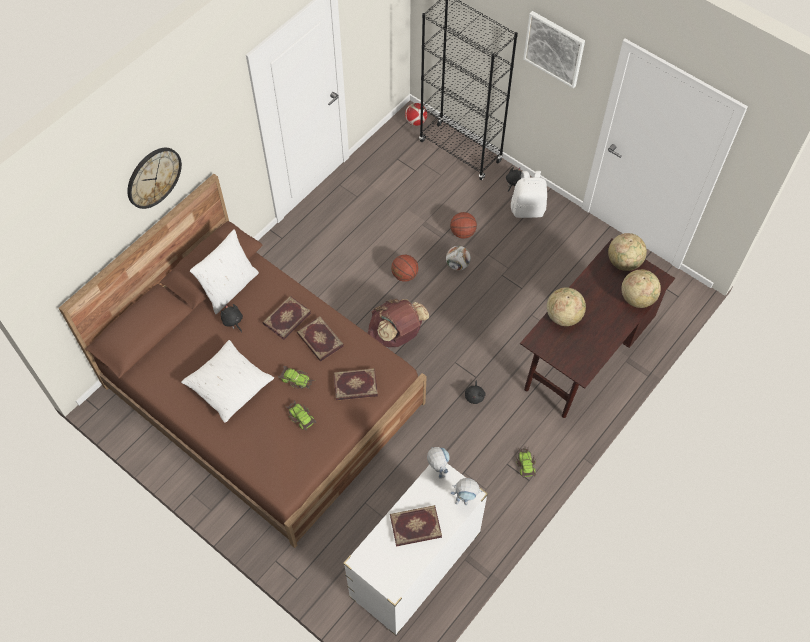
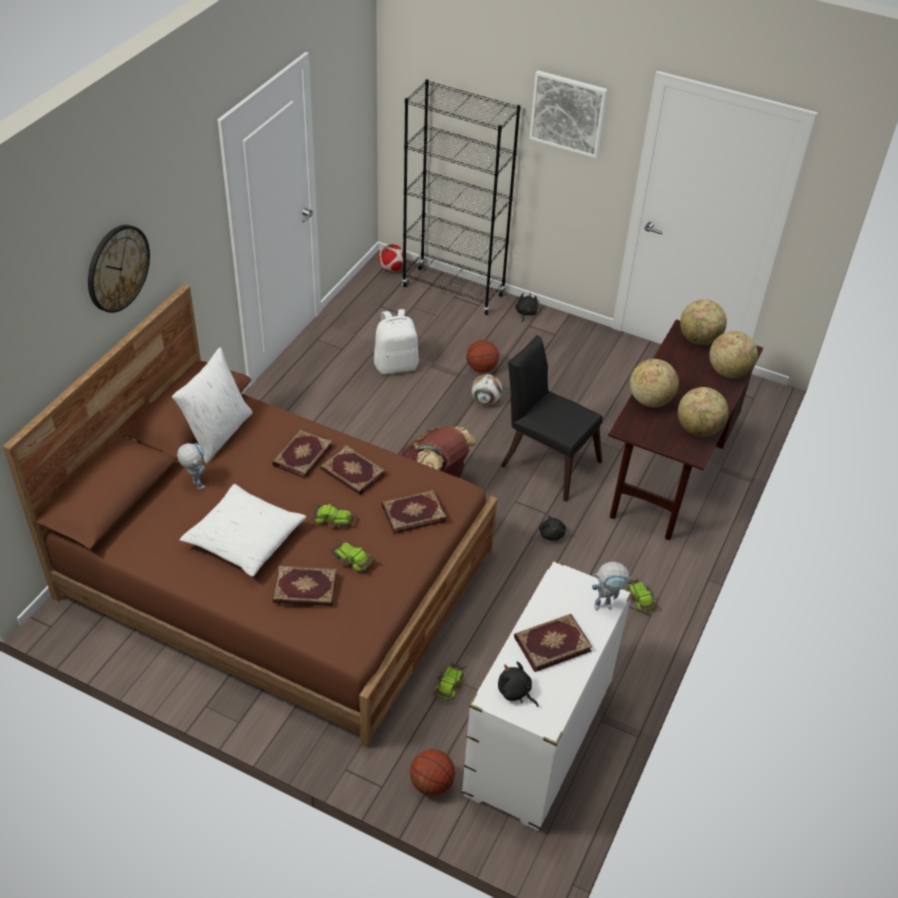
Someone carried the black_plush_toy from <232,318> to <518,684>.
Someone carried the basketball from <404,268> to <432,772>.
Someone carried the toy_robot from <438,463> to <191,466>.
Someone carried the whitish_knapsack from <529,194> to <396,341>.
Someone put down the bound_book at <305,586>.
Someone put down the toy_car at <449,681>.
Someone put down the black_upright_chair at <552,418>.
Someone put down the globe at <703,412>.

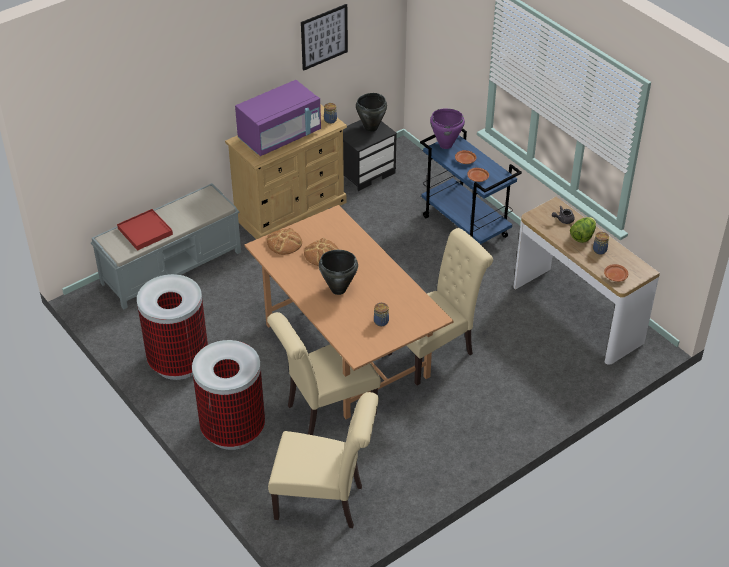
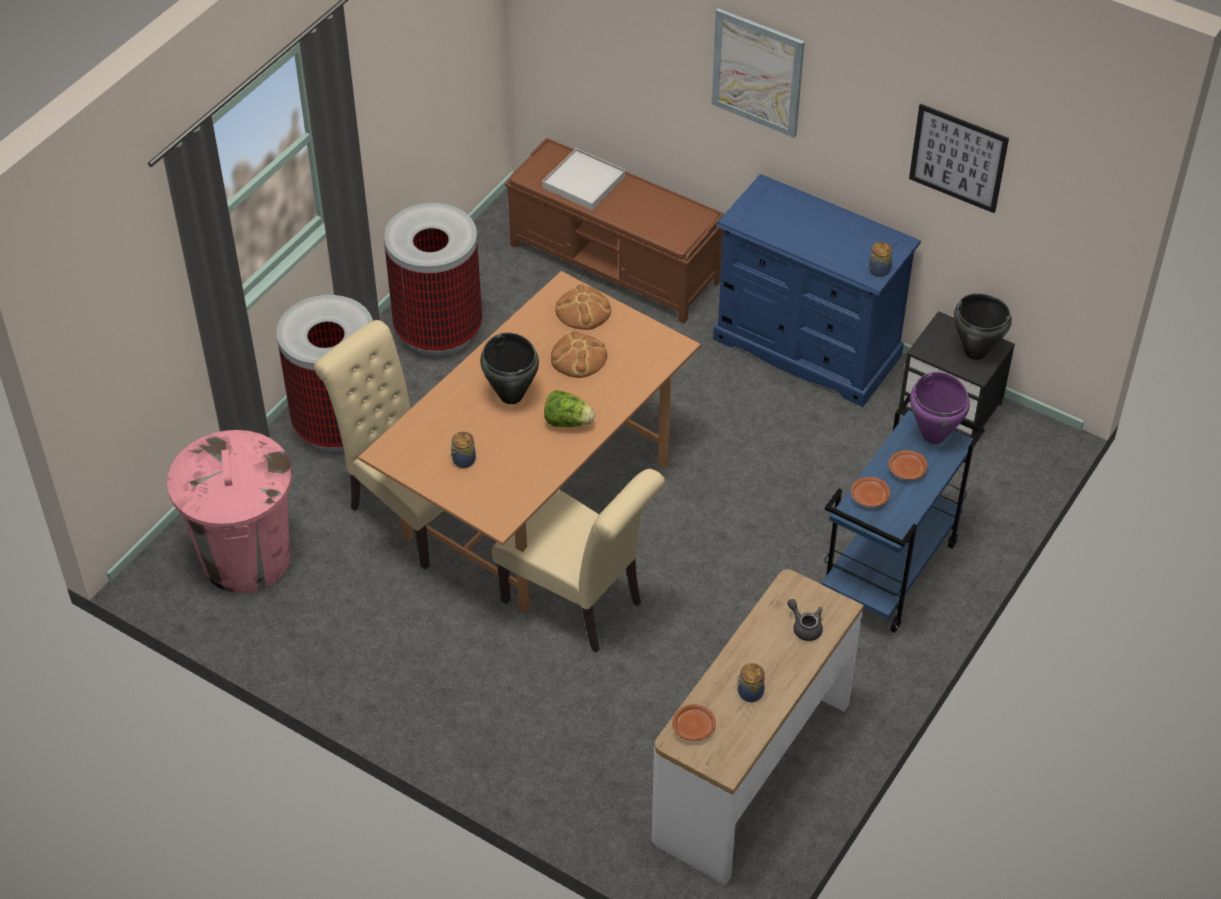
Someone repainted the greyish_long_seat at <166,246>, which became the brown_long_seat at <614,230>.
Someone repainted the reddish_serving_tray at <145,230>, which became the whitish_serving_tray at <584,179>.
Someone repainted the beige-coloured_dresser at <286,171>, which became the bluish_dresser at <817,290>.
Someone took away the purple-coloured_microwave_oven at <278,118>.
Someone swapped the beige-coloured_upright_chair at <323,460> for the pink-coloured_rubbish_bin at <229,511>.
Someone carried the lettuce from <583,230> to <569,408>.
Someone put up the picture at <757,73>.

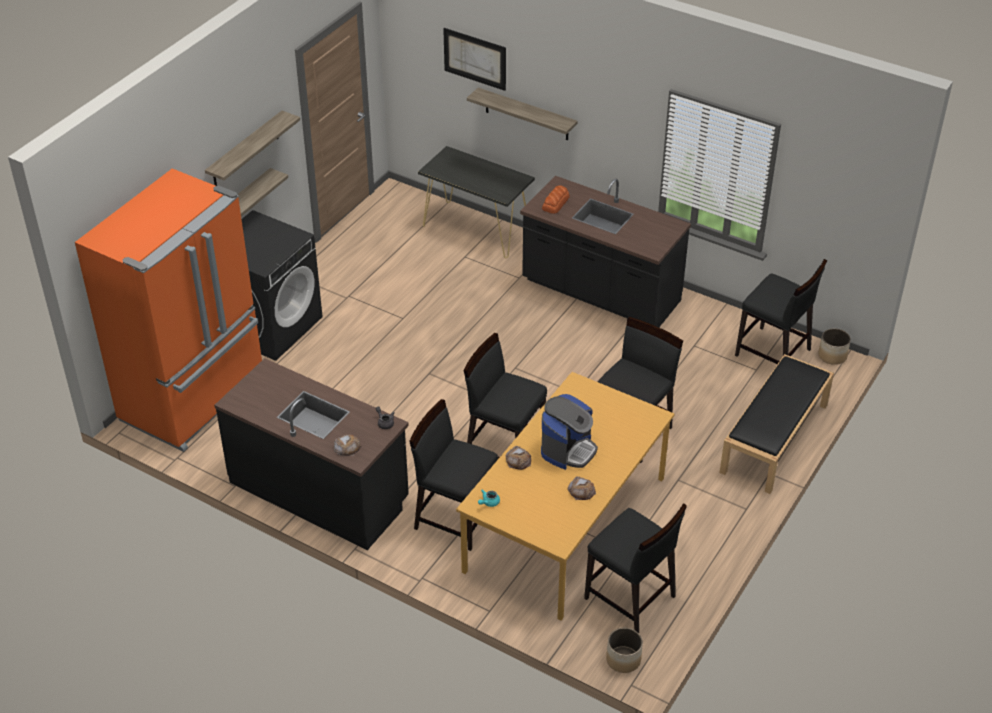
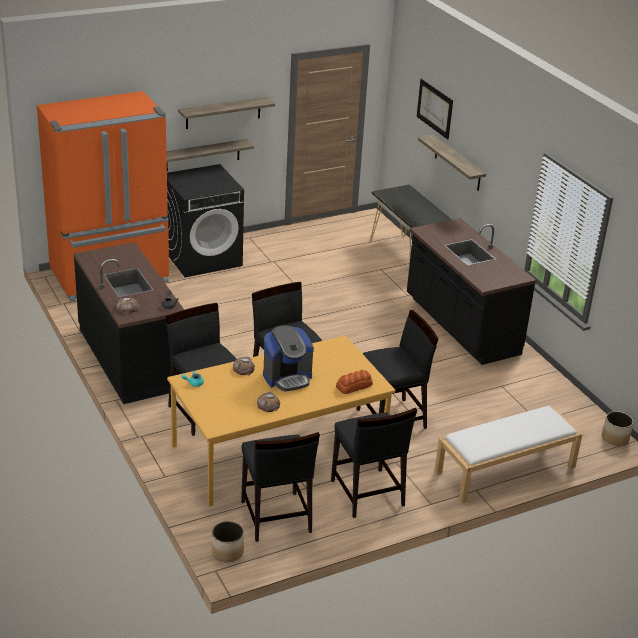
Someone carried the bread from <556,199> to <354,382>.
Someone repainted the black_long_seat at <776,424>, which became the whitish_long_seat at <508,454>.
Someone carried the black_upright_chair from <781,311> to <374,463>.

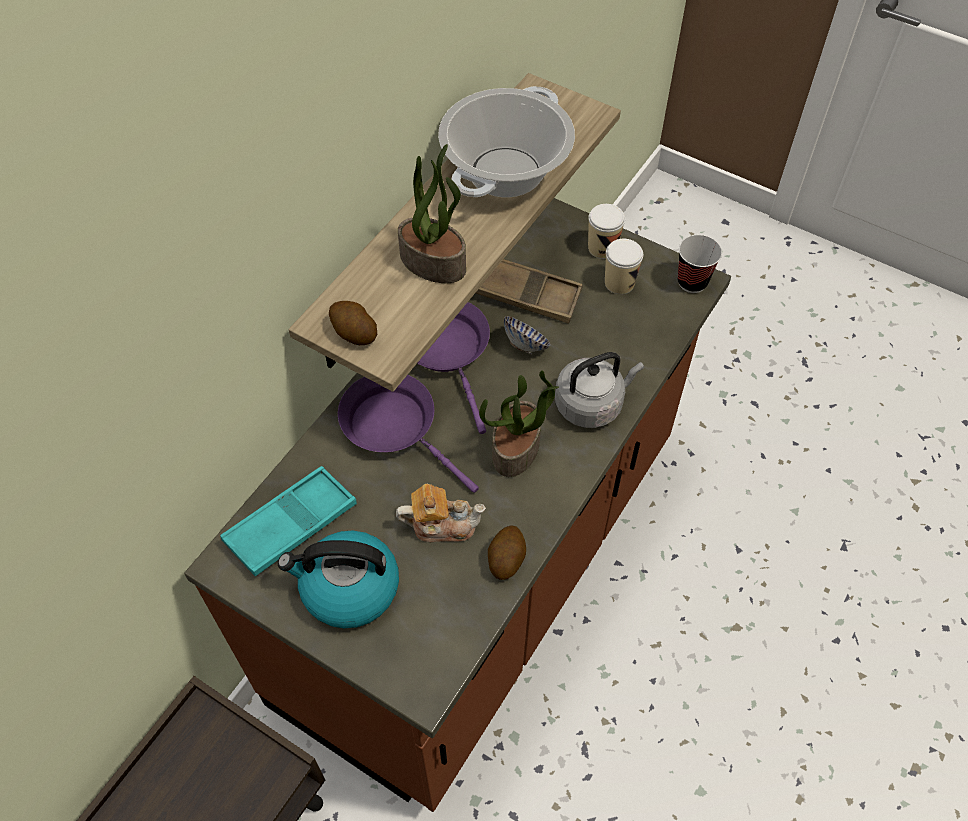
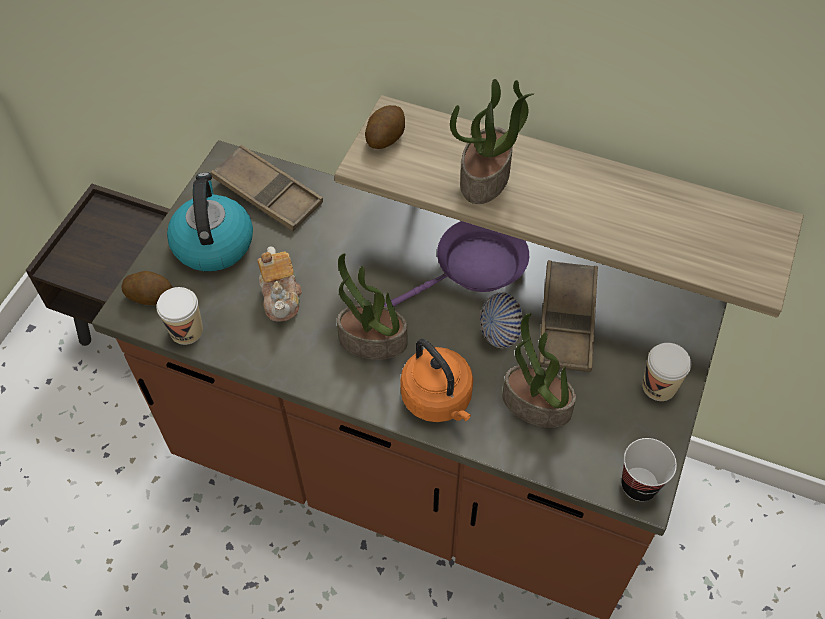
Someone repainted the turquoise-coloured_serving_tray at <288,521>, which became the brown_serving_tray at <267,188>.
Someone took away the purple-coloured_pan at <408,434>.
Someone took away the stockpot at <506,142>.
Someone carried the potato from <507,552> to <146,288>.
Someone repainted the greyish_kettle at <599,390>, which became the orange-coloured_kettle at <436,380>.
Someone carried the cup from <624,267> to <179,316>.
Someone put down the plant_in_a_pot at <539,370>.

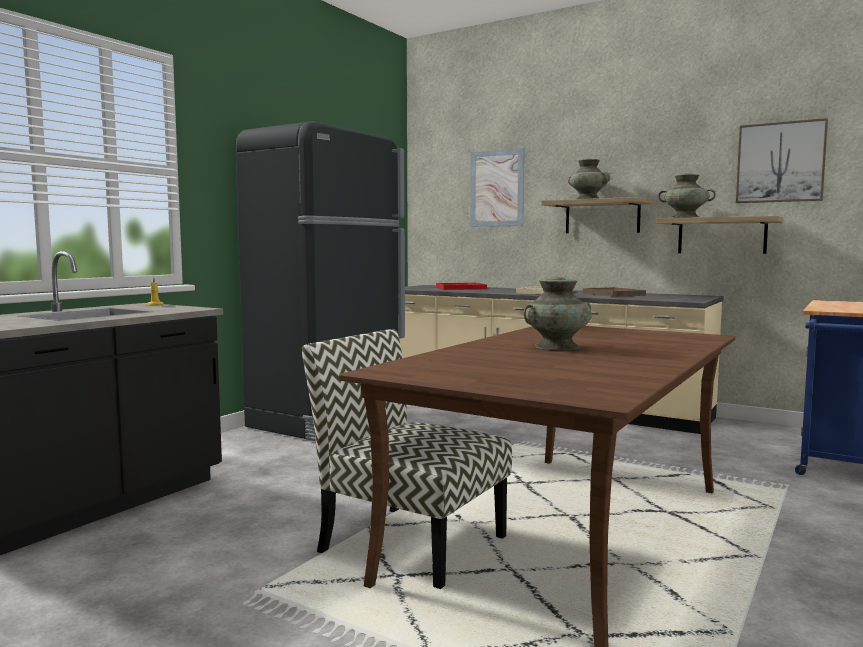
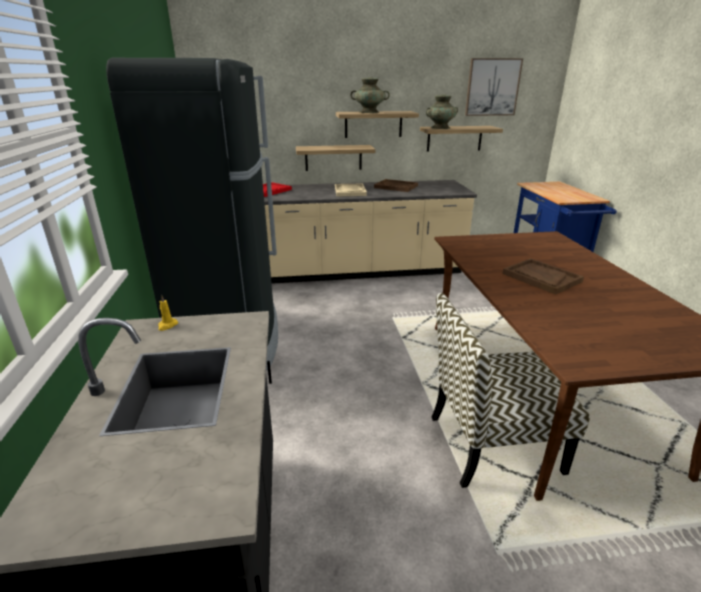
Someone took away the picture at <497,187>.
Someone swapped the turquoise-coloured_vase at <557,313> for the brown_serving_tray at <543,276>.
Someone put up the wall_shelf at <336,158>.

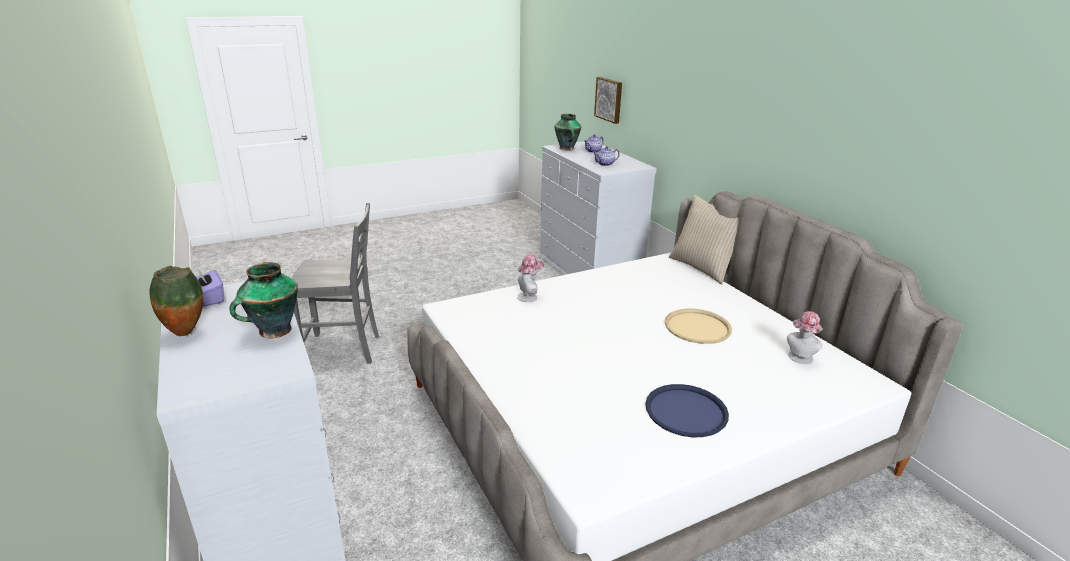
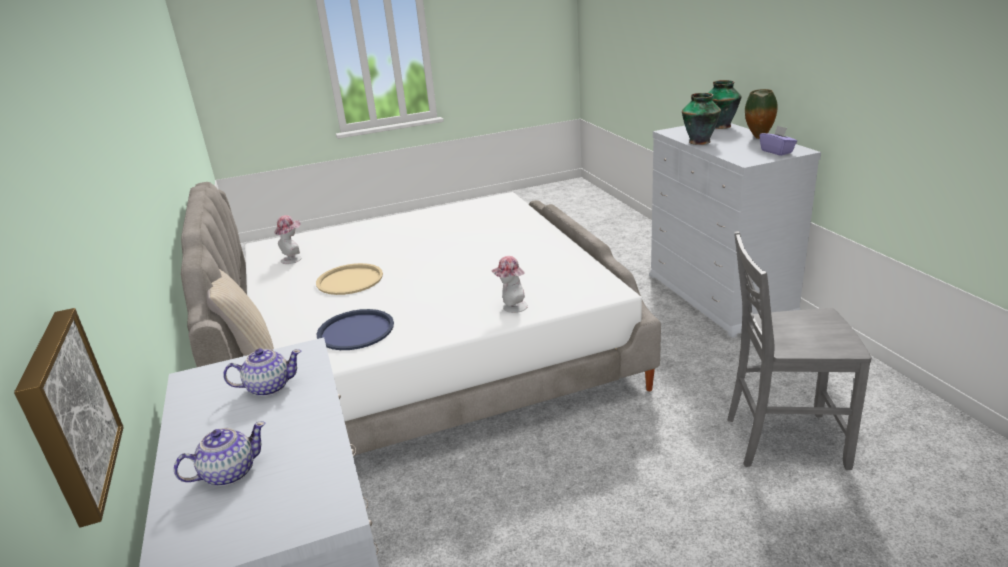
Someone carried the vase from <567,132> to <725,104>.
Someone carried the bluish_serving_tray from <687,410> to <355,329>.

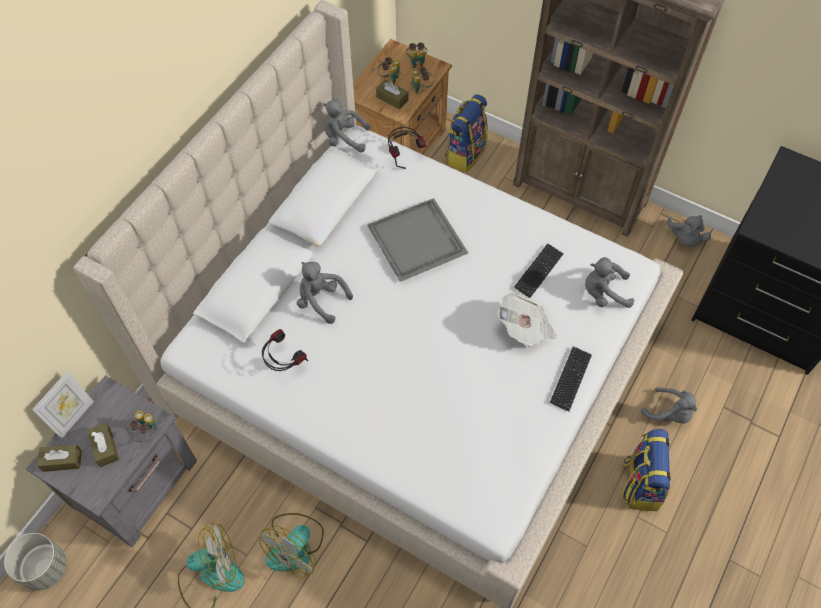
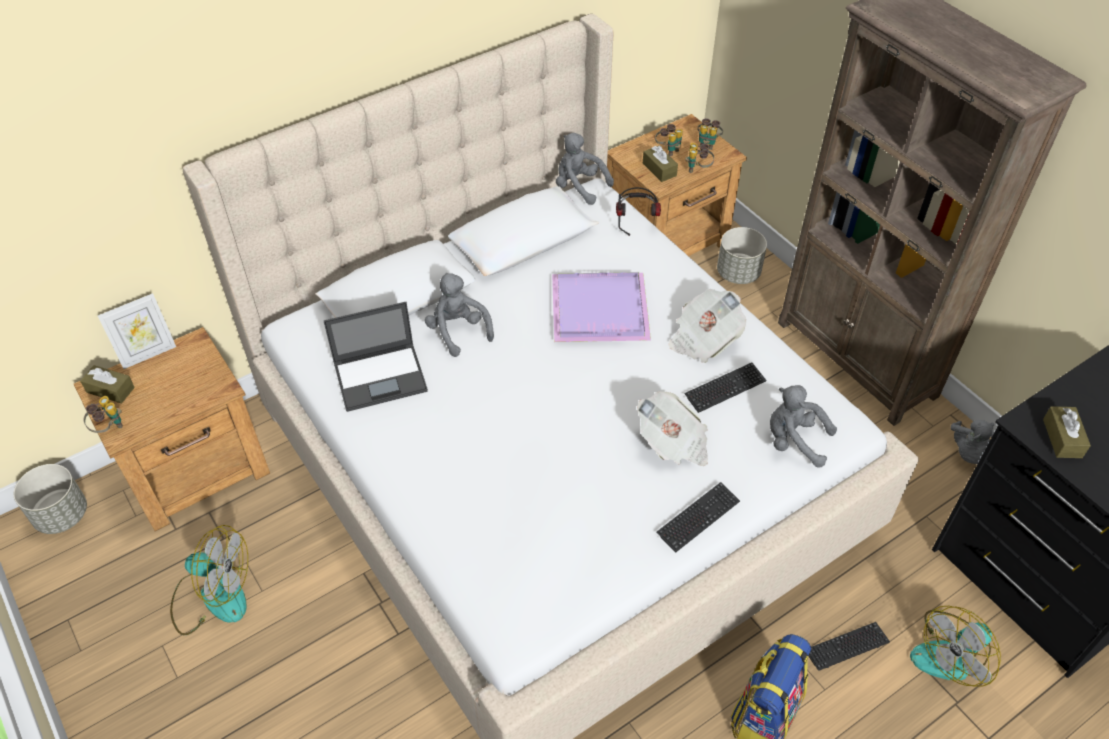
Someone repainted the greyish_nightstand at <111,461>, which became the brown_nightstand at <171,429>.
Someone carried the brown_tissue_box from <103,445> to <1067,432>.
Someone carried the pair_of_binoculars from <142,426> to <103,414>.
Someone carried the cooling_fan from <292,545> to <955,646>.
Someone swapped the headset at <285,350> for the notebook_computer at <376,357>.
Someone repainted the greyish_serving_tray at <417,240>, which became the purple-coloured_serving_tray at <601,307>.
Someone swapped the knapsack at <466,133> for the greyish_flower_pot at <742,255>.
Someone swapped the greyish_plush_toy at <669,405> for the keyboard at <849,646>.
Someone put down the newspaper at <707,326>.

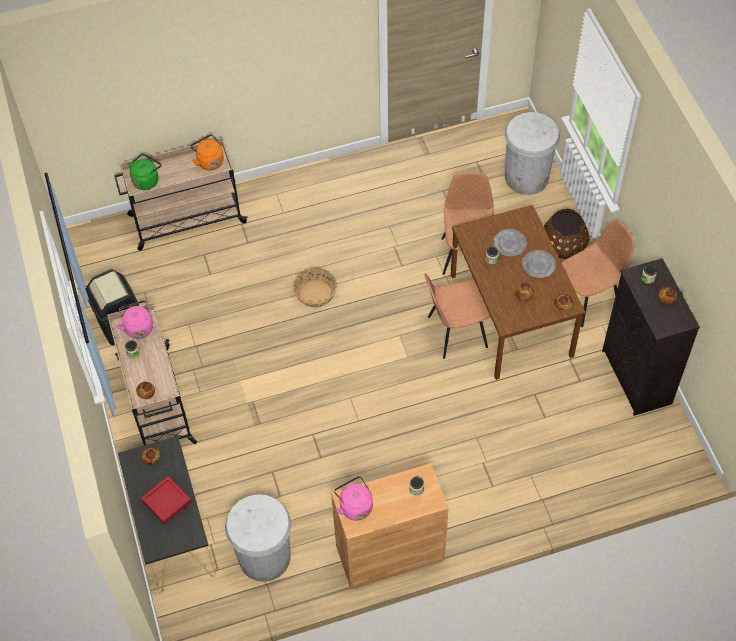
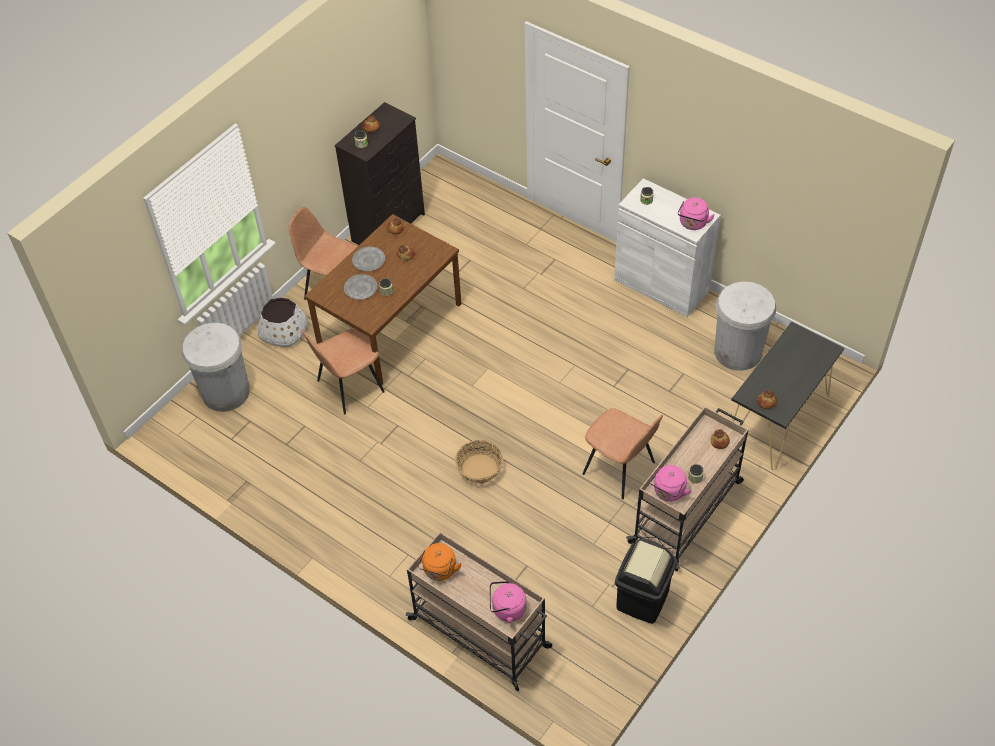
Someone repainted the green_kettle at <144,172>, which became the pink-coloured_kettle at <508,602>.
Someone took away the reddish_serving_tray at <166,500>.
Someone repainted the brown_storage_cabinet at <390,526>, which became the whitish_storage_cabinet at <667,247>.
Someone carried the brown_upright_chair from <457,316> to <623,453>.
Someone repainted the brown_flower_pot at <567,234>, which became the whitish_flower_pot at <283,322>.

